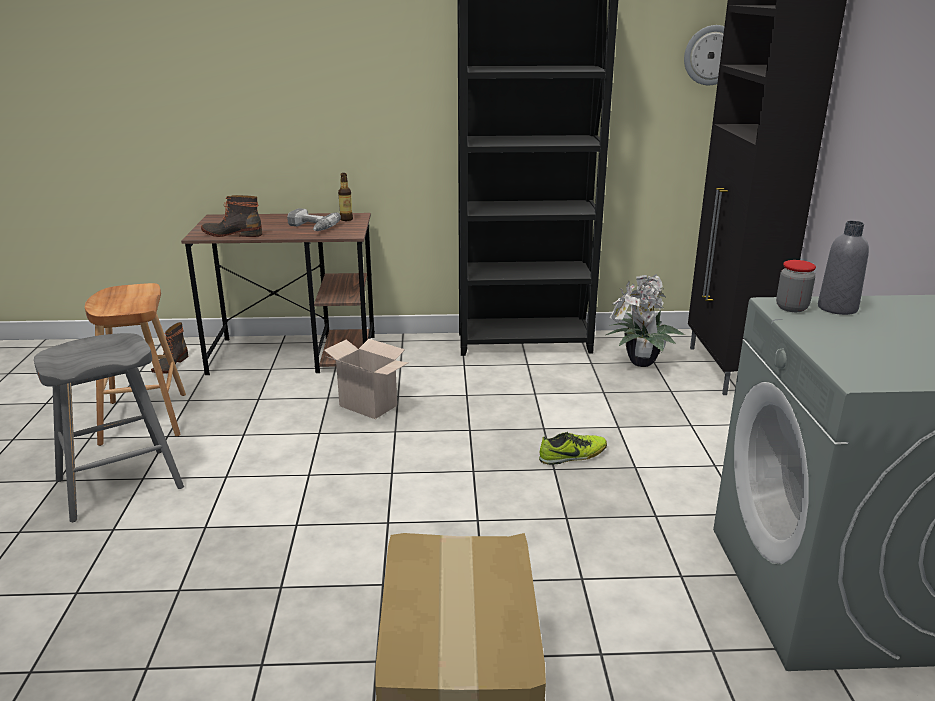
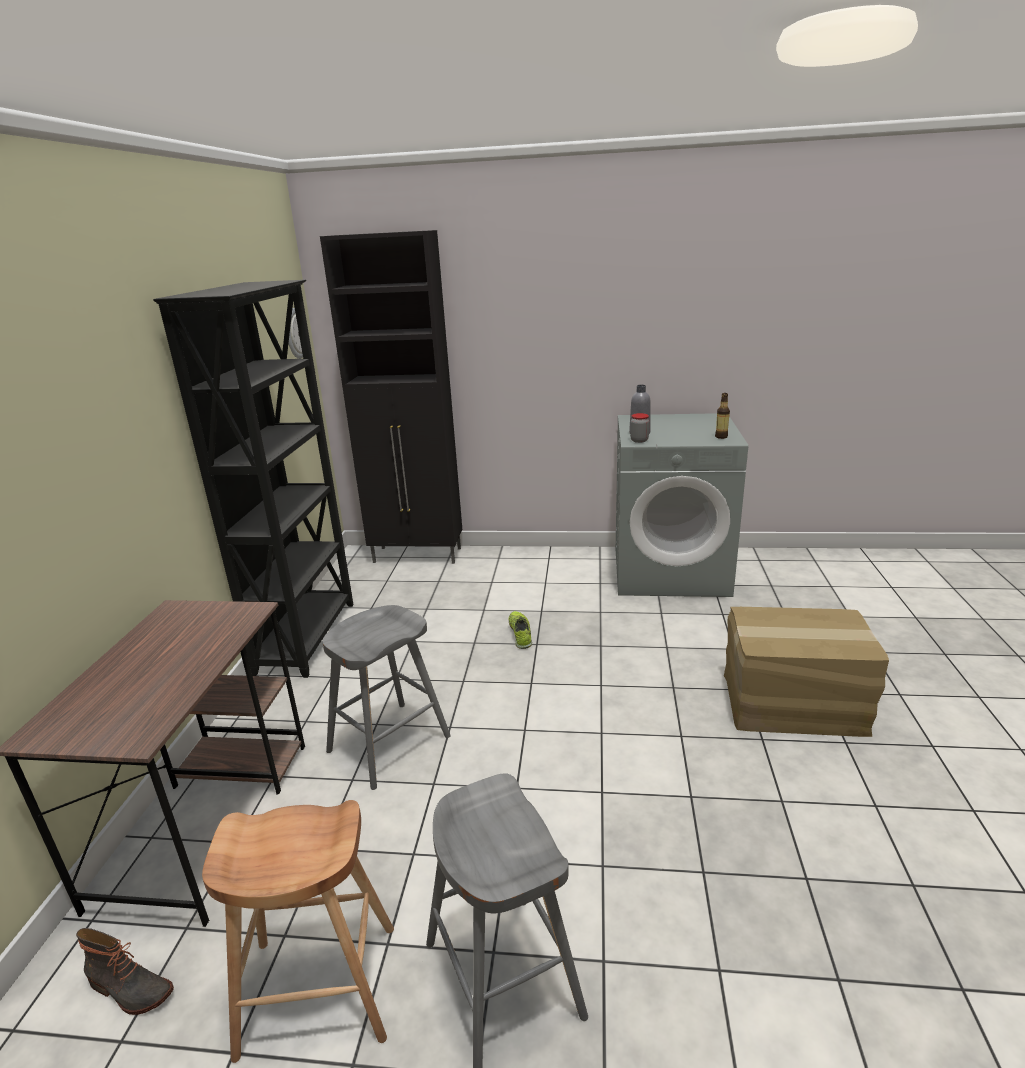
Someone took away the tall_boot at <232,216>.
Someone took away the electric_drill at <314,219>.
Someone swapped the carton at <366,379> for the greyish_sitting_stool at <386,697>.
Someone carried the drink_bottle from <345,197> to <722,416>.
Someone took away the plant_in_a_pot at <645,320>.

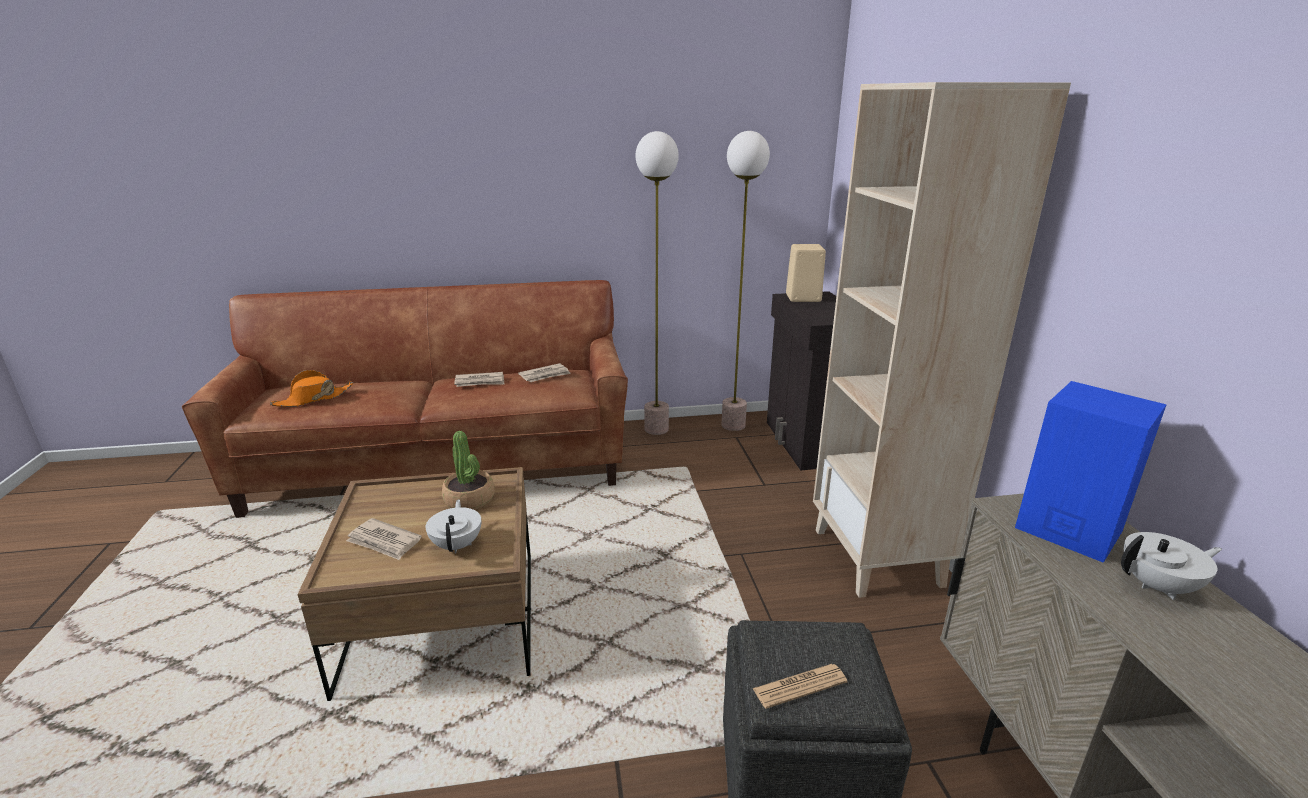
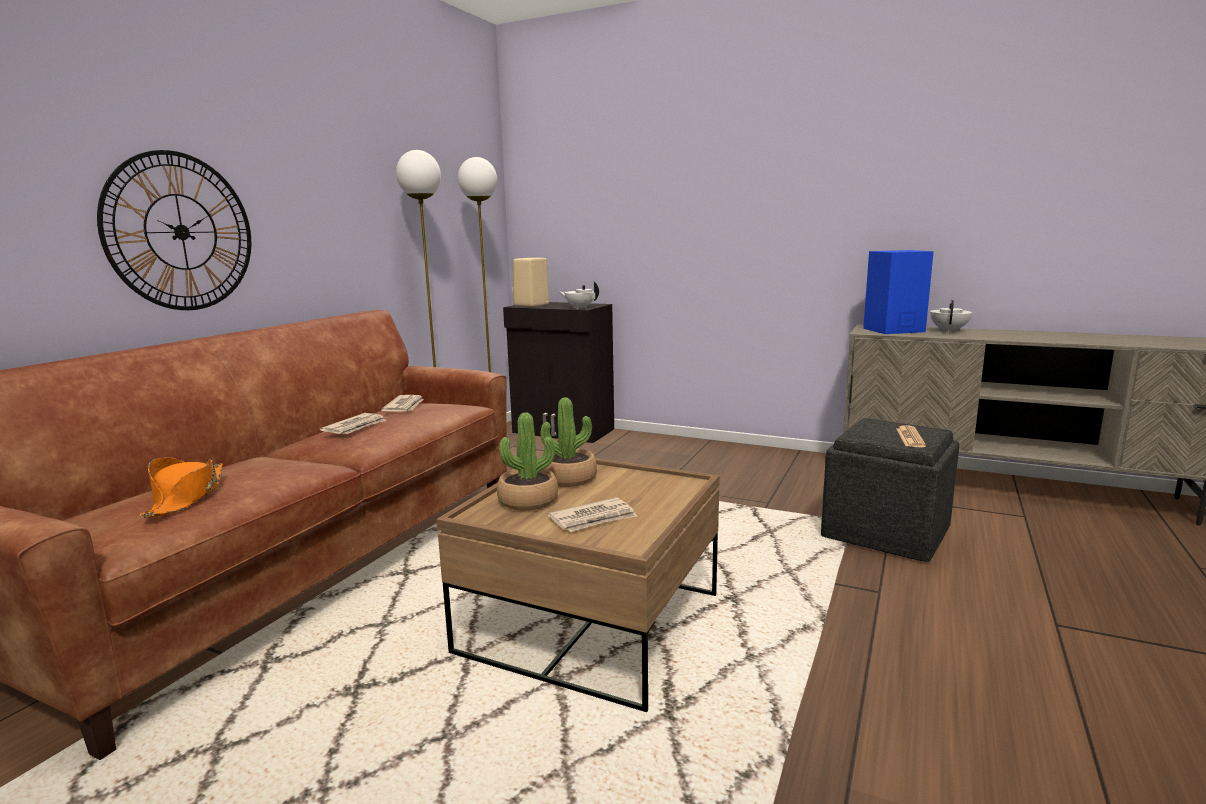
Someone carried the whitish_tea_pot from <453,526> to <579,295>.
Someone took away the beige-coloured_shelving_unit at <942,340>.
Someone put up the wall_clock at <174,230>.
Someone put down the plant_in_a_pot at <527,461>.

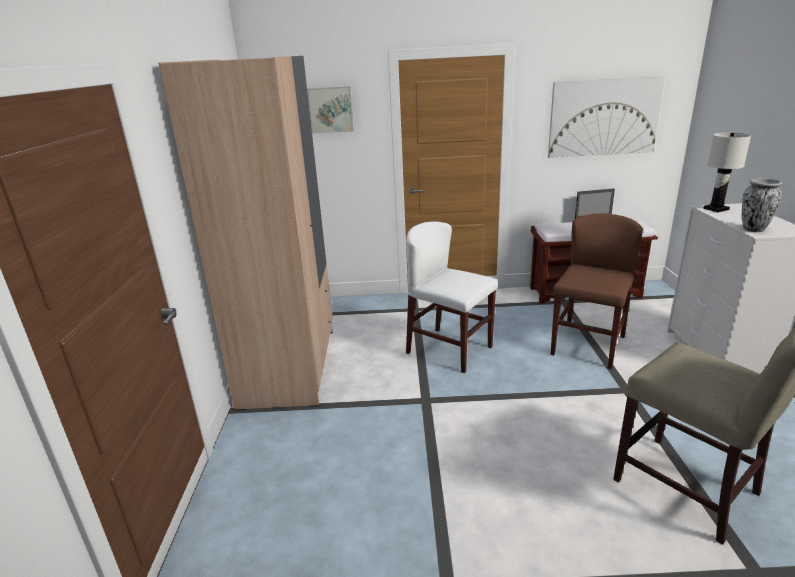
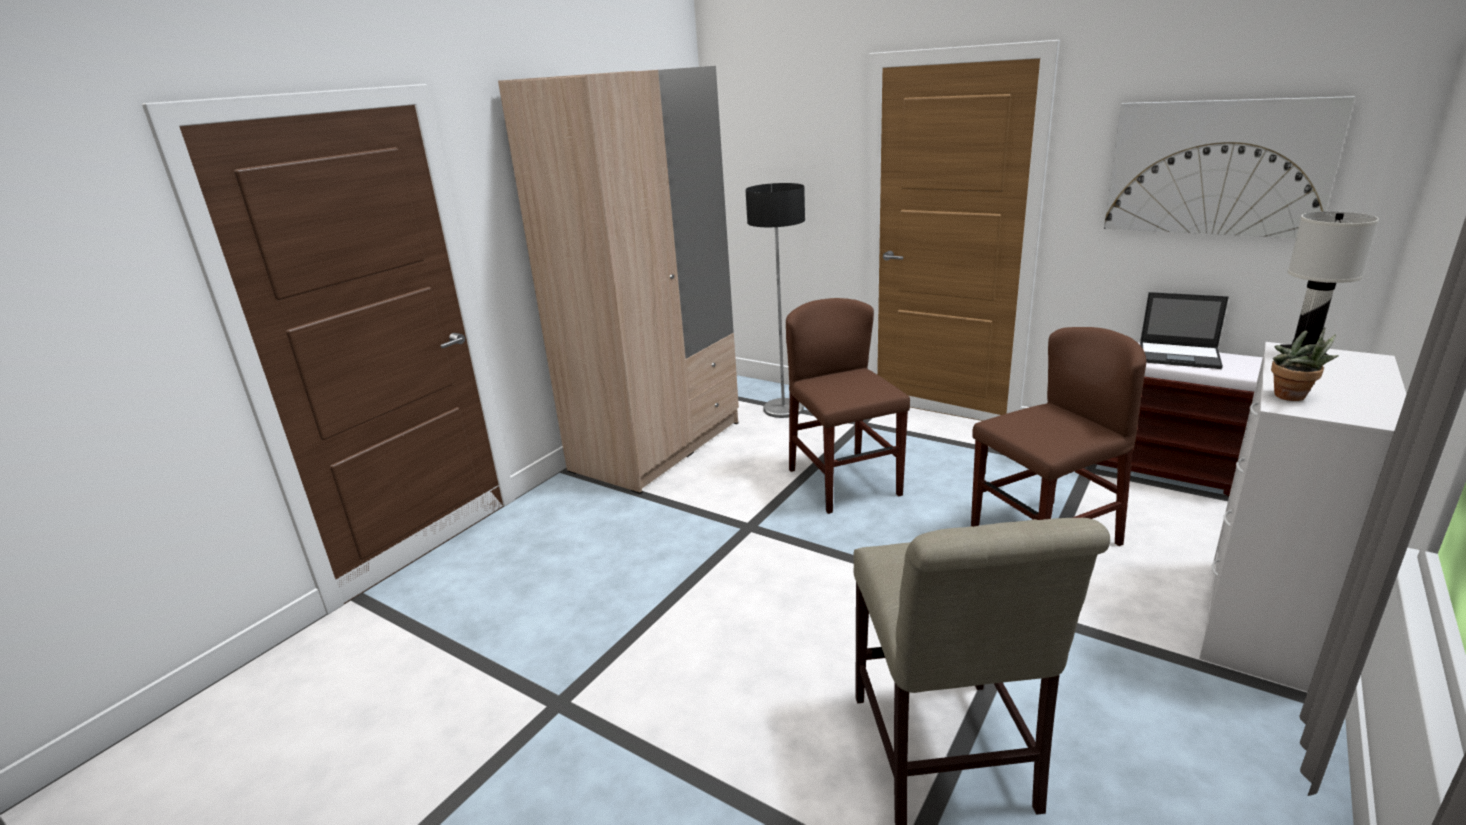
Someone took away the picture at <330,110>.
Someone repainted the whitish_upright_chair at <452,297>, which became the brown_upright_chair at <848,406>.
Someone swapped the vase at <762,205> for the plant_in_a_pot at <1305,364>.
Someone put down the standing_lamp at <775,300>.

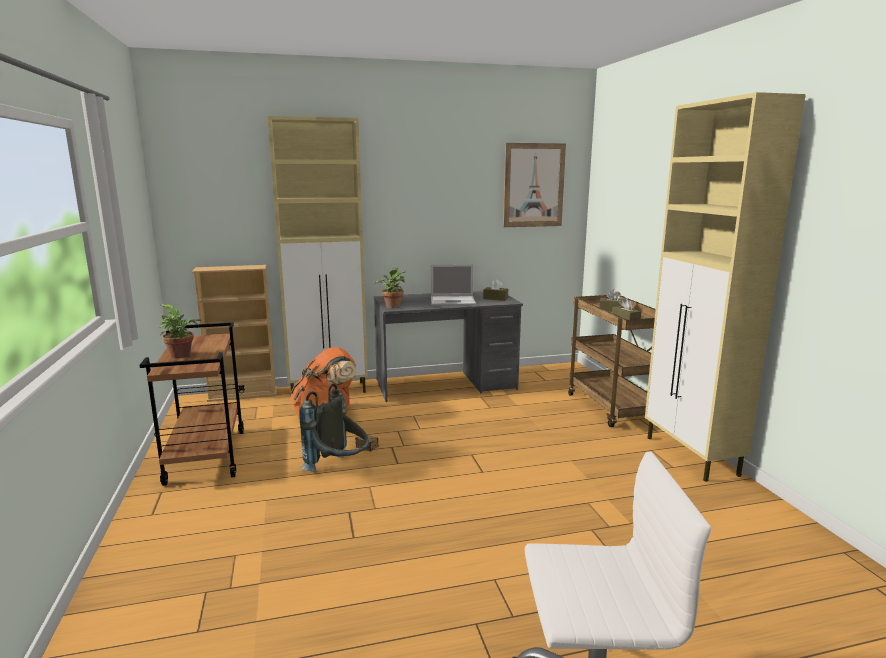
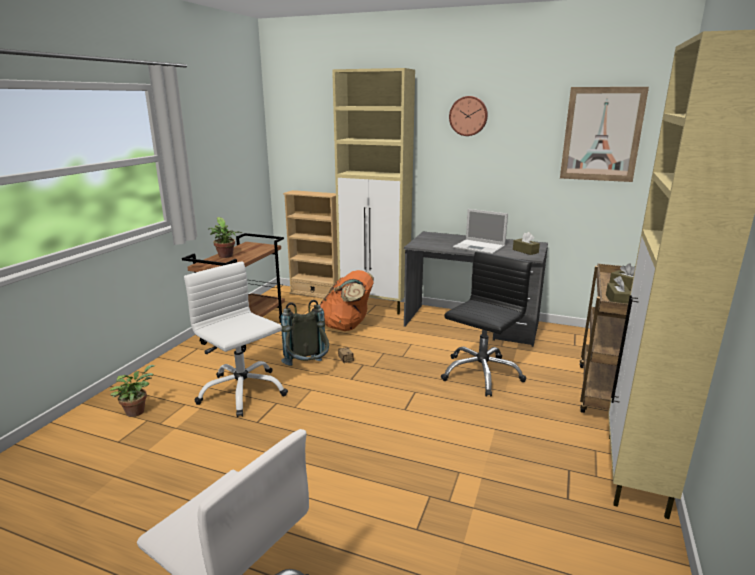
Someone carried the plant_in_a_pot from <389,288> to <132,391>.
Someone put down the whitish_computer_chair at <236,339>.
Someone put down the black_computer_chair at <486,324>.
Someone put up the wall_clock at <468,116>.

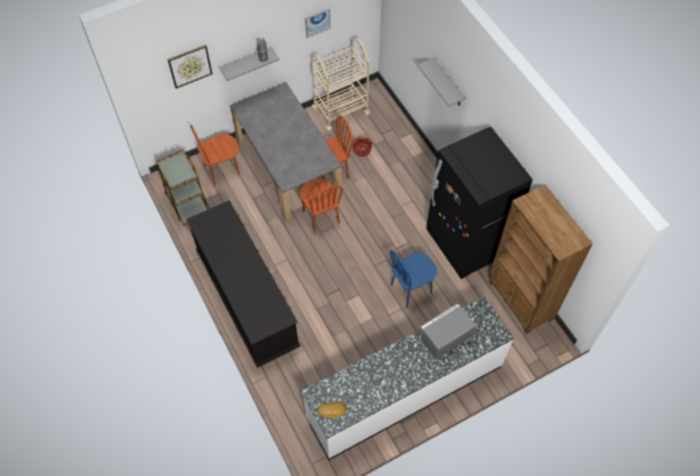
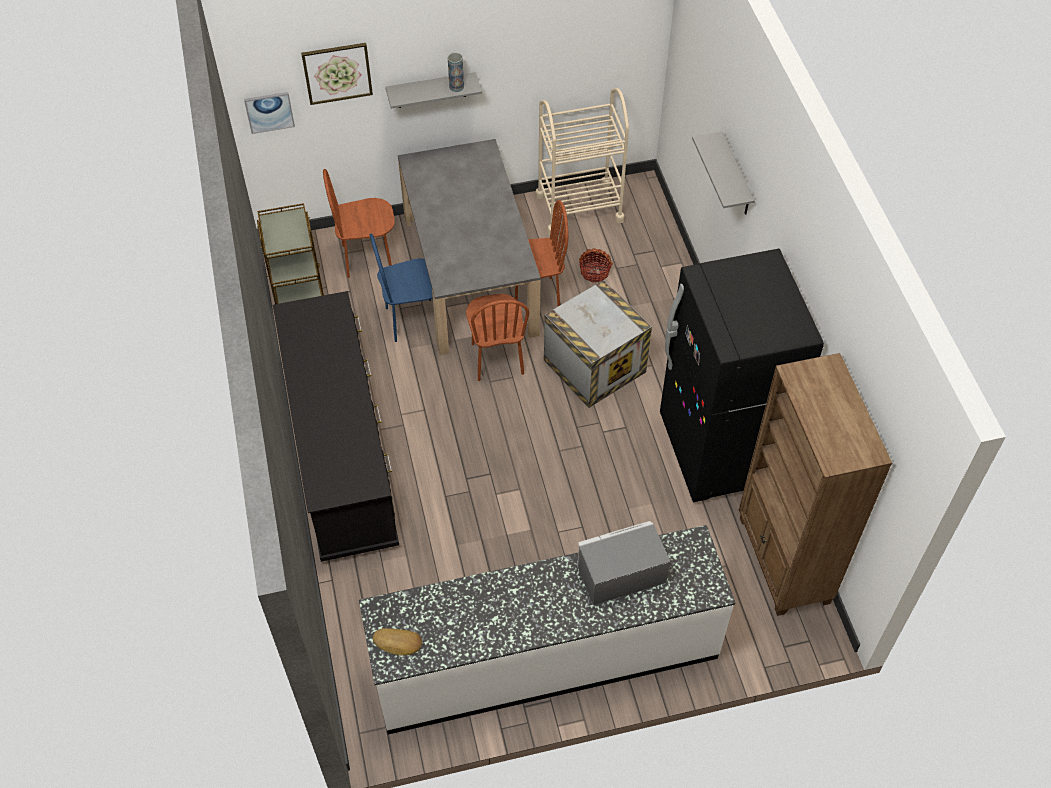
Someone carried the picture from <318,23> to <269,113>.
Someone carried the bluish_upright_chair from <413,279> to <401,287>.
Someone put down the crate at <598,344>.

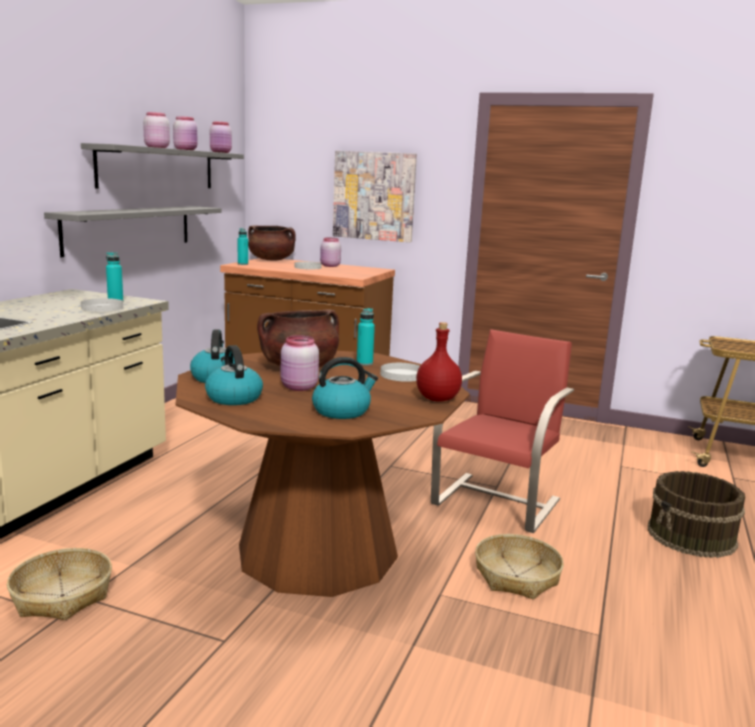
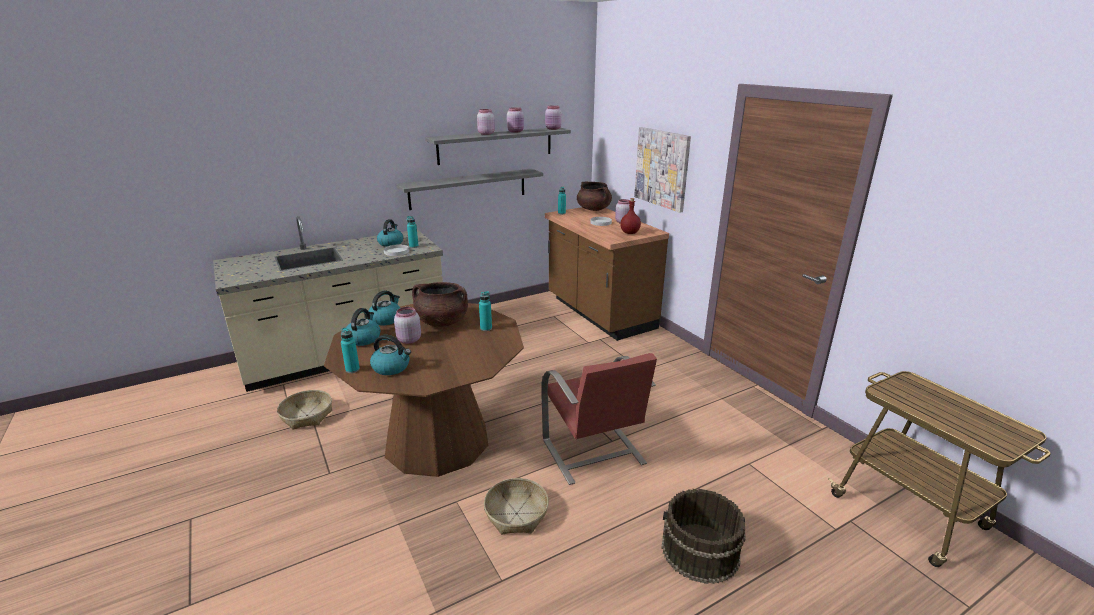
Someone took away the whitish_plate at <400,372>.
Someone carried the reddish_drink_bottle from <439,362> to <630,216>.
Someone rotated the reddish_upright_chair at <502,431> by 90 degrees clockwise.
Someone put down the turquoise-coloured_drink_bottle at <350,350>.
Someone put down the kettle at <390,233>.

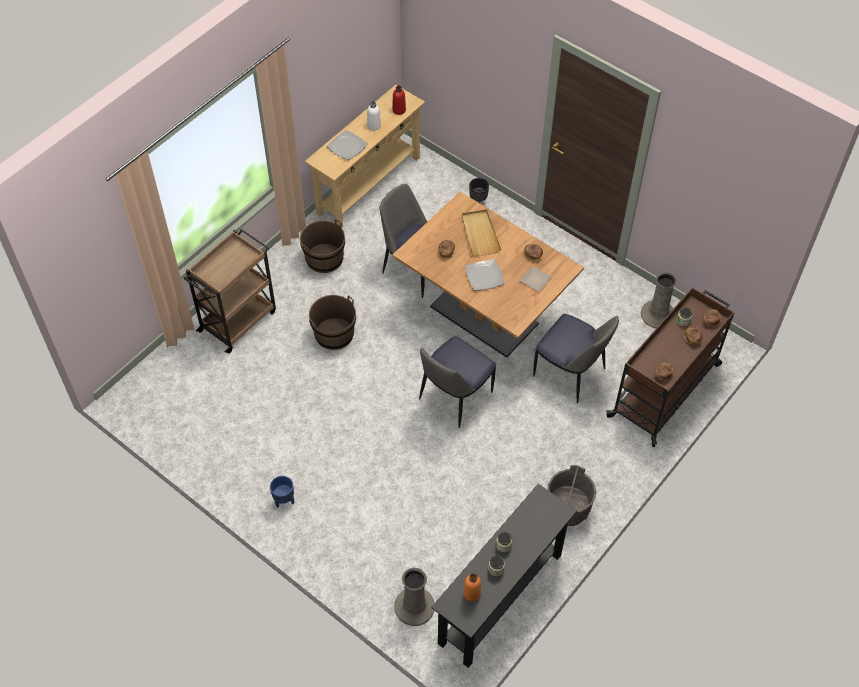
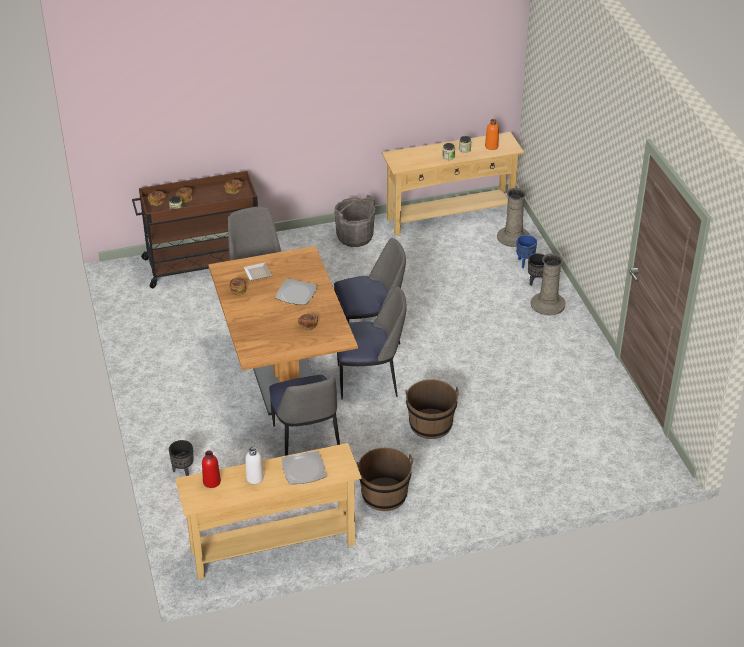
Someone took away the brown_cart at <230,291>.
Someone carried the bluish_flower_pot from <282,492> to <526,251>.
Someone repainted the black_narrow_table at <504,576>, which became the beige-coloured_narrow_table at <453,184>.
Someone took away the beige-coloured_serving_tray at <481,233>.
Someone carried the beige-coloured_vase from <659,300> to <548,284>.
Someone put down the upright_chair at <371,343>.
Someone put down the black_flower_pot at <536,269>.

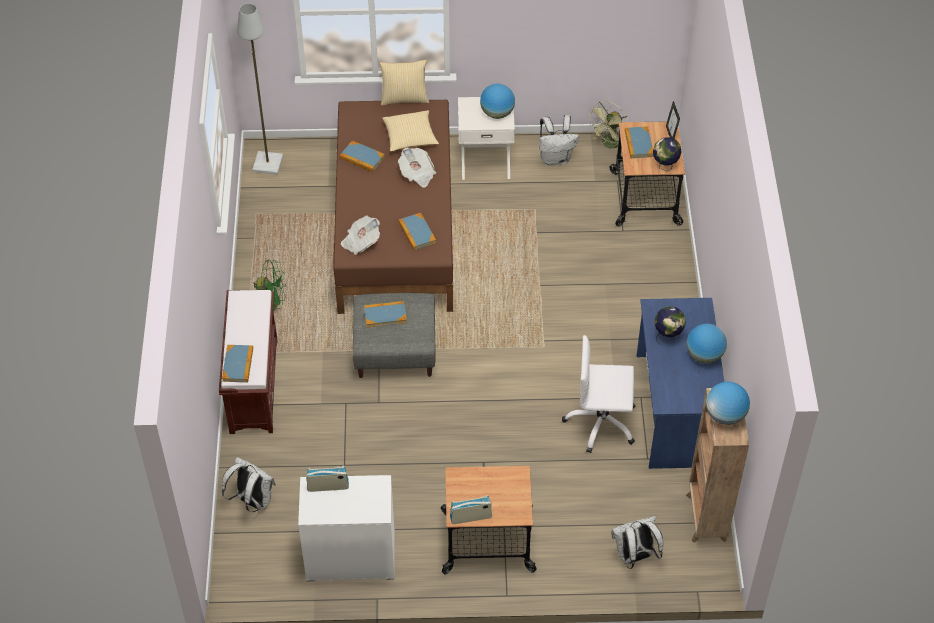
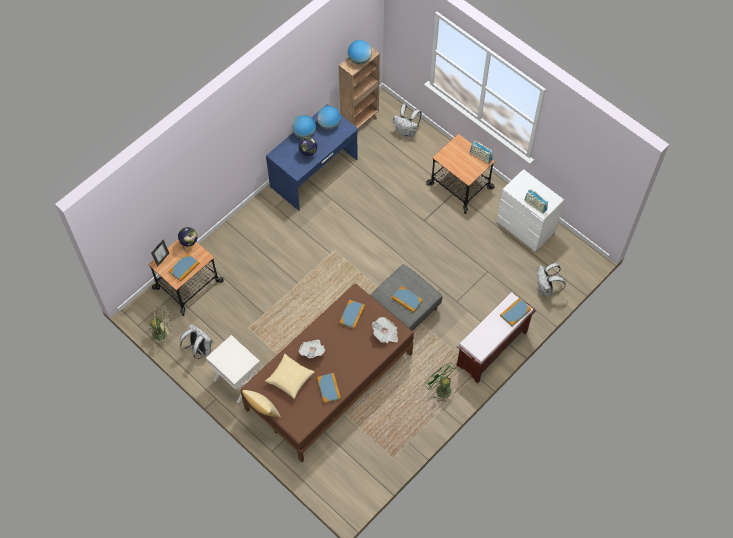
Someone took away the greyish_standing_lamp at <260,89>.
Someone carried the globe from <497,101> to <329,118>.
Someone took away the whitish_computer_chair at <598,394>.

